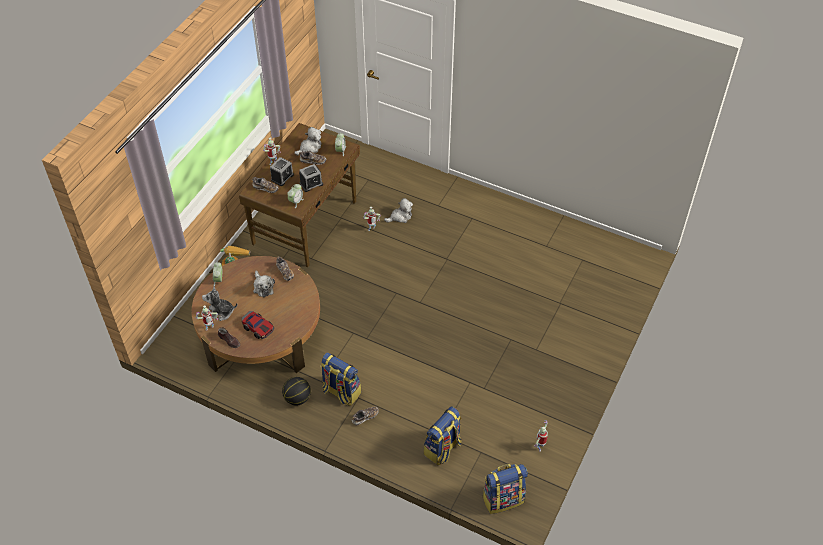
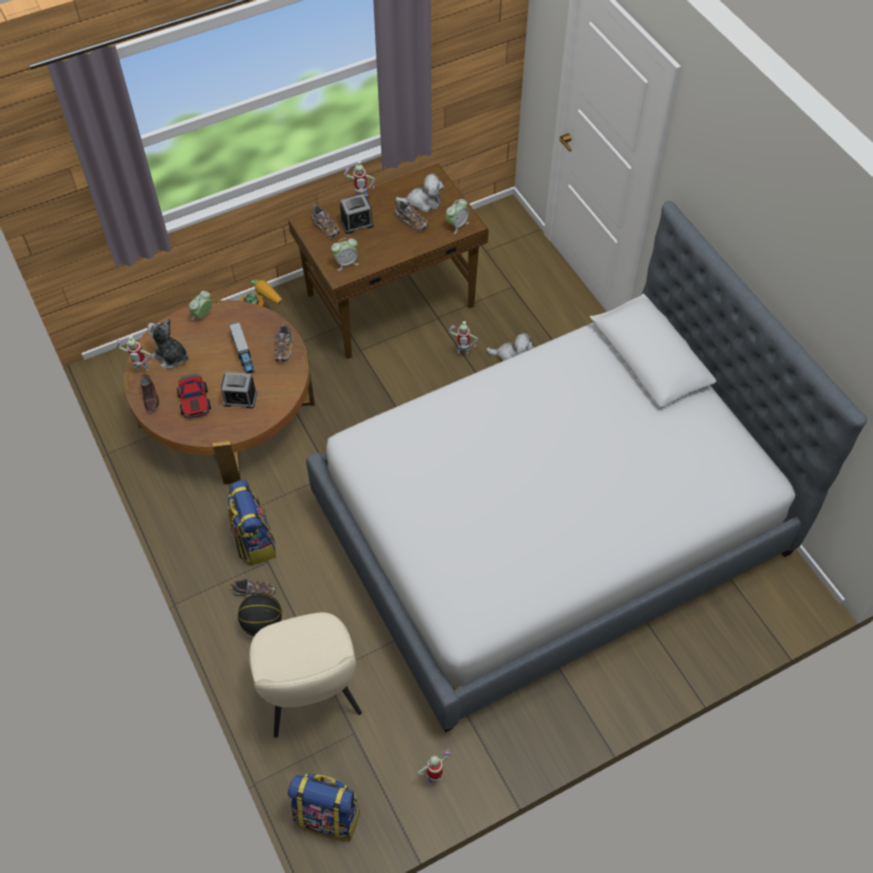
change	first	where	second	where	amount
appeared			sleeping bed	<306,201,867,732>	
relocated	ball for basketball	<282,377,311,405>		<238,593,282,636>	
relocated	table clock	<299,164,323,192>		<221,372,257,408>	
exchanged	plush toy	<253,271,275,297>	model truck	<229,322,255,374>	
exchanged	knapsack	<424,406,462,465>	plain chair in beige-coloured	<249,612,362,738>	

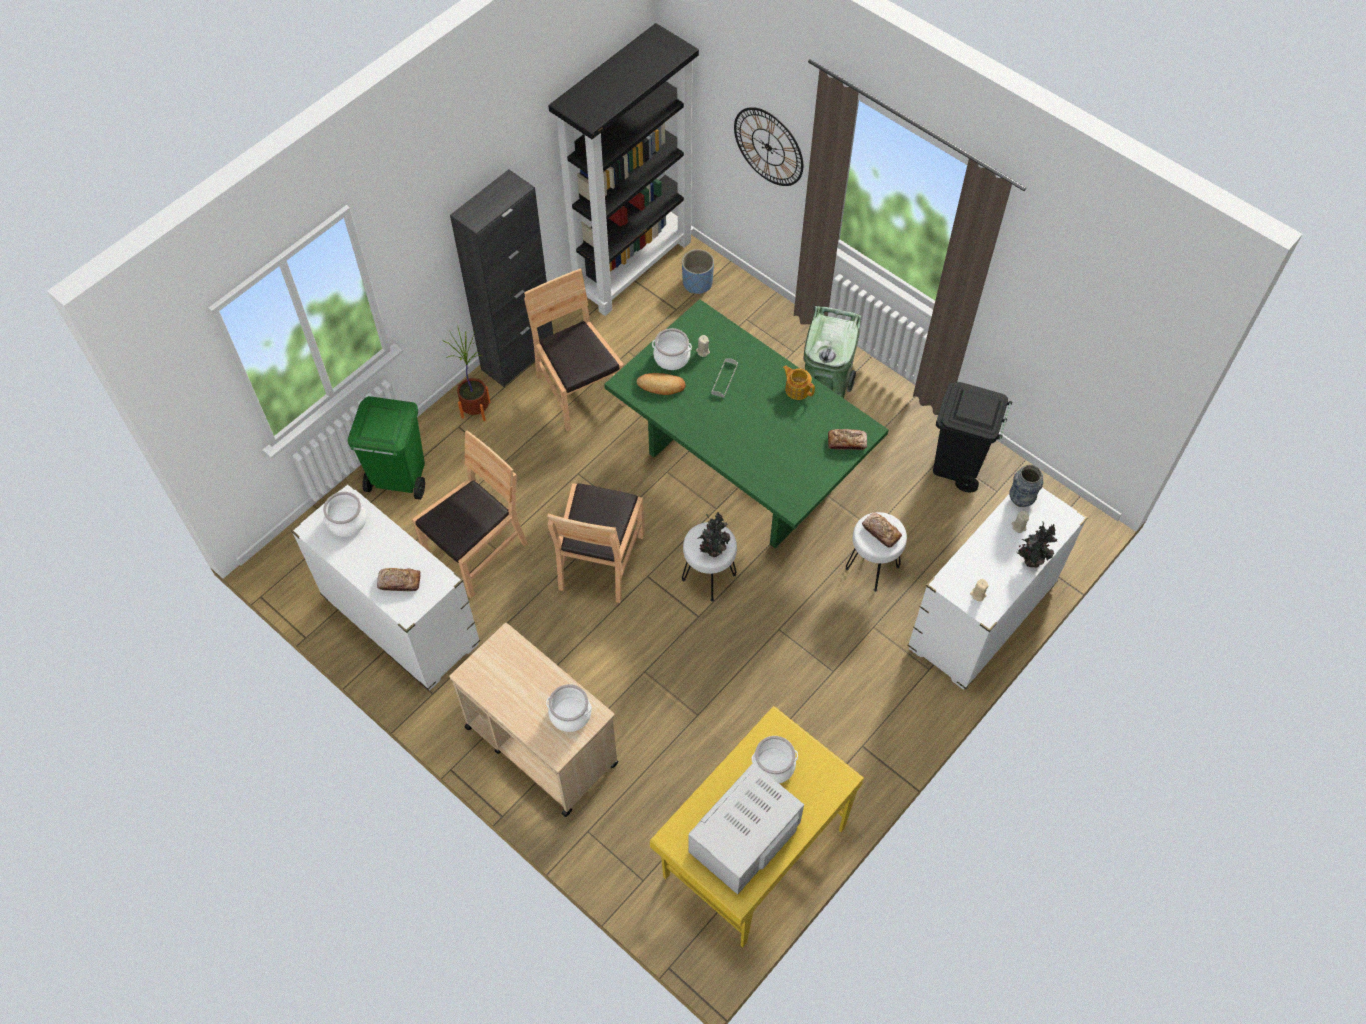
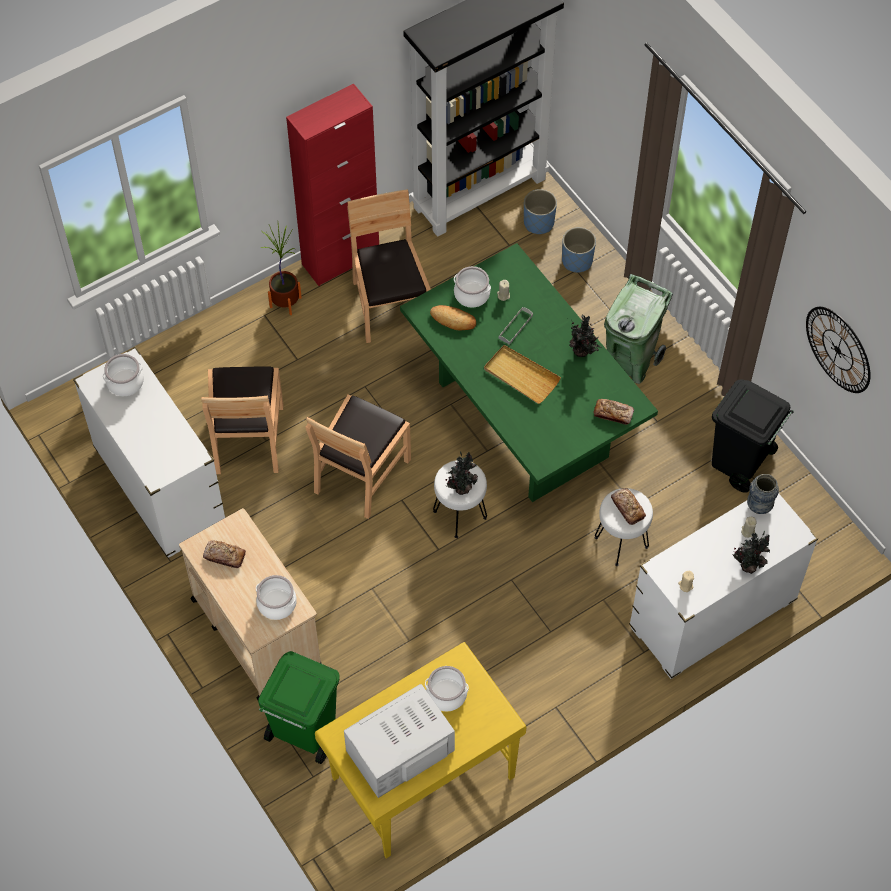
change	first	where	second	where	amount
appeared			serving tray in beige-coloured	<484,345,561,404>	
appeared			planter in blue-coloured	<562,227,596,272>	
relocated	trash can in green-coloured	<348,396,425,500>		<258,651,340,764>	
relocated	baked bread	<377,568,421,591>		<203,540,246,568>	
relocated	wall clock	<734,107,803,186>		<806,307,871,393>	
exchanged	tea pot	<783,365,815,400>	potted plant	<569,315,601,357>	
colour	cupboard in blackish	<450,169,553,387>	cupboard in reddish	<286,83,379,286>	
spun	plain chair in brownish	<412,431,528,598>		<201,367,284,474>	120 degrees clockwise

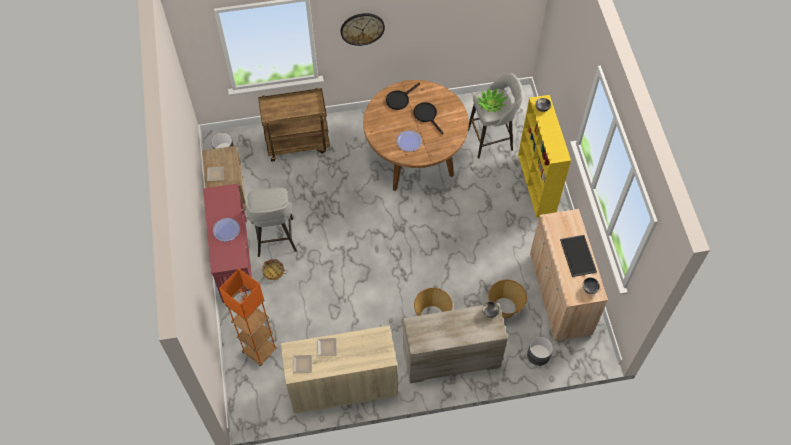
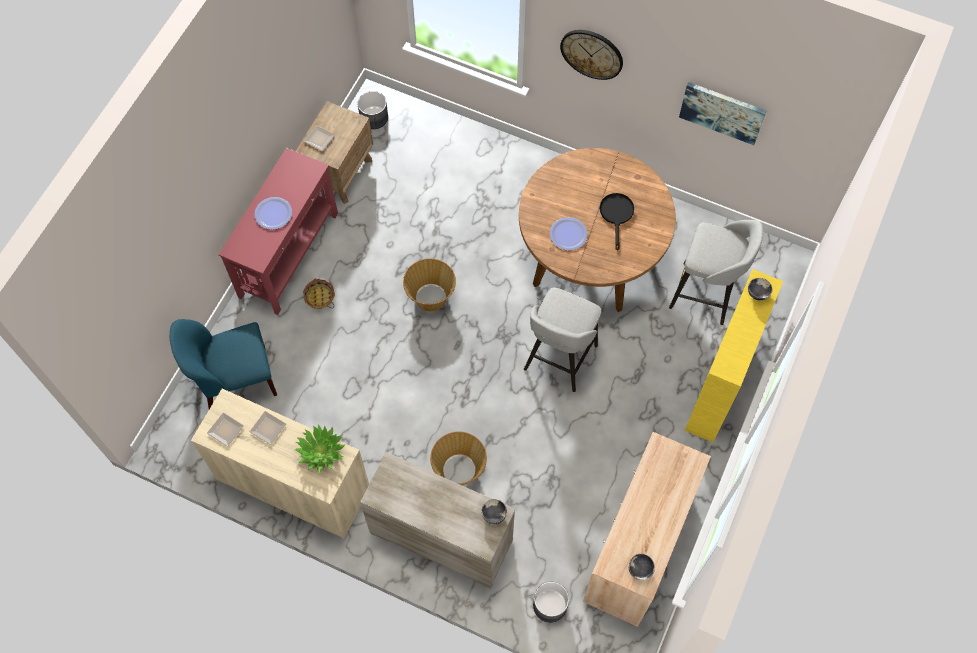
change	first	where	second	where	amount
missing	trolley in brownish	<258,88,330,162>			
missing	frying pan in blackish	<386,83,420,110>			
missing	serving tray	<560,235,597,277>			
appeared			wall picture	<679,82,766,145>	
relocated	stool in greyish	<246,187,297,257>		<524,288,601,392>	
relocated	potted plant	<477,87,507,112>		<295,424,346,473>	
relocated	basket	<488,280,527,318>		<403,258,456,311>	
exchanged	standard lamp in orange	<219,268,277,366>	plain chair in blue-coloured	<170,319,277,409>	

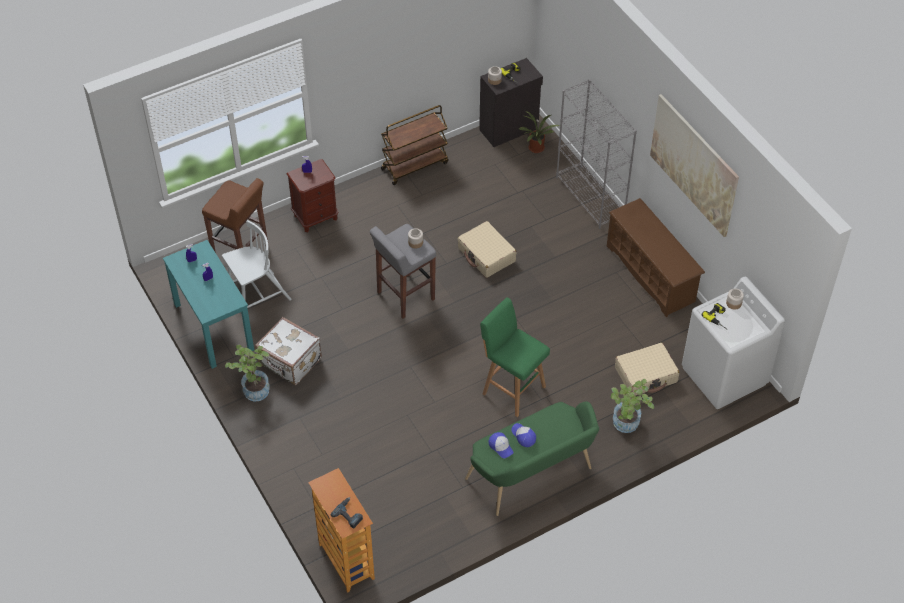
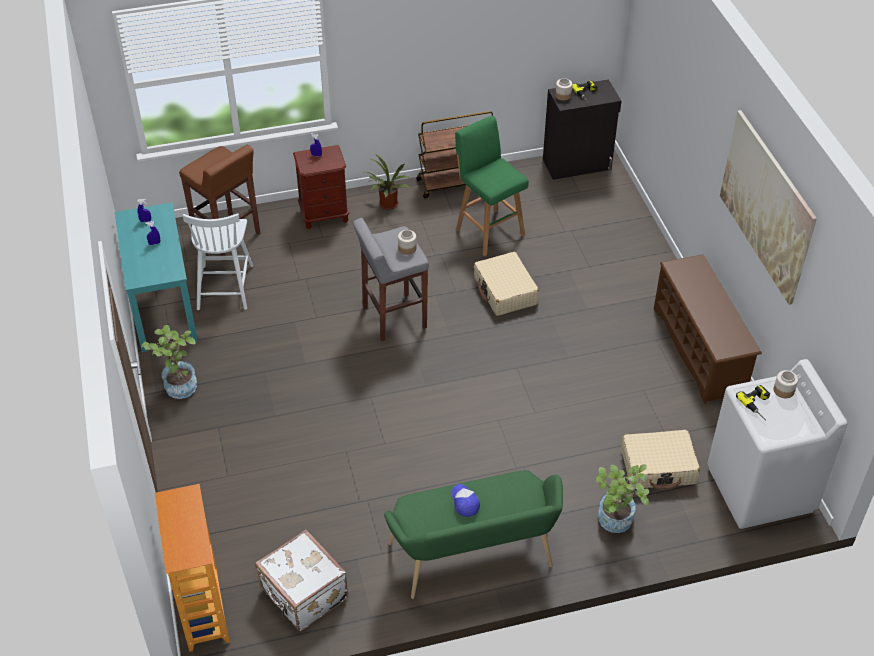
change	first	where	second	where	amount
missing	power drill	<331,497,363,529>			
missing	baseball cap	<489,432,513,458>			
missing	shelving unit in greyish	<556,79,637,229>			
relocated	piece of luggage in white-coloured	<255,317,322,385>		<255,530,348,631>	
relocated	stool in green-coloured	<480,297,550,417>		<455,116,529,256>	
relocated	potted plant	<519,111,560,153>		<362,154,410,210>	
spun	plain chair in white-coloured	<222,220,292,308>		<183,213,253,310>	105 degrees clockwise

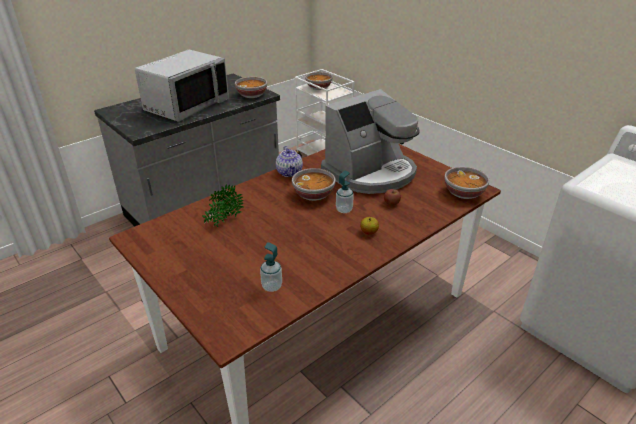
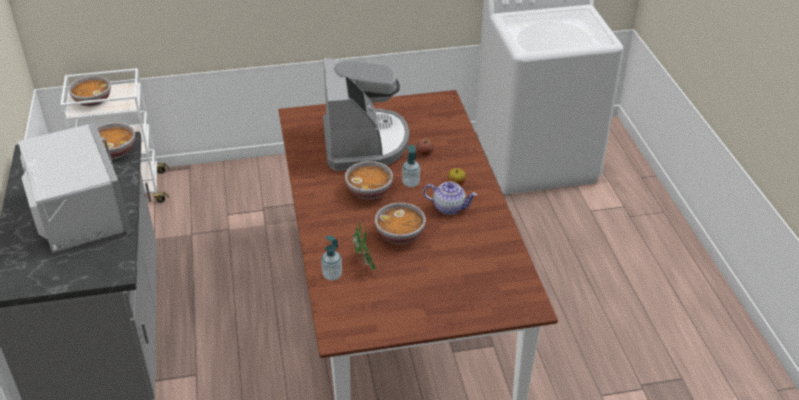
change	first	where	second	where	amount
relocated	liquid soap bottle	<260,242,282,292>		<321,235,342,281>	
relocated	tea pot	<276,146,303,177>		<423,182,477,215>	
relocated	deep dish	<445,167,490,199>		<375,203,426,244>	

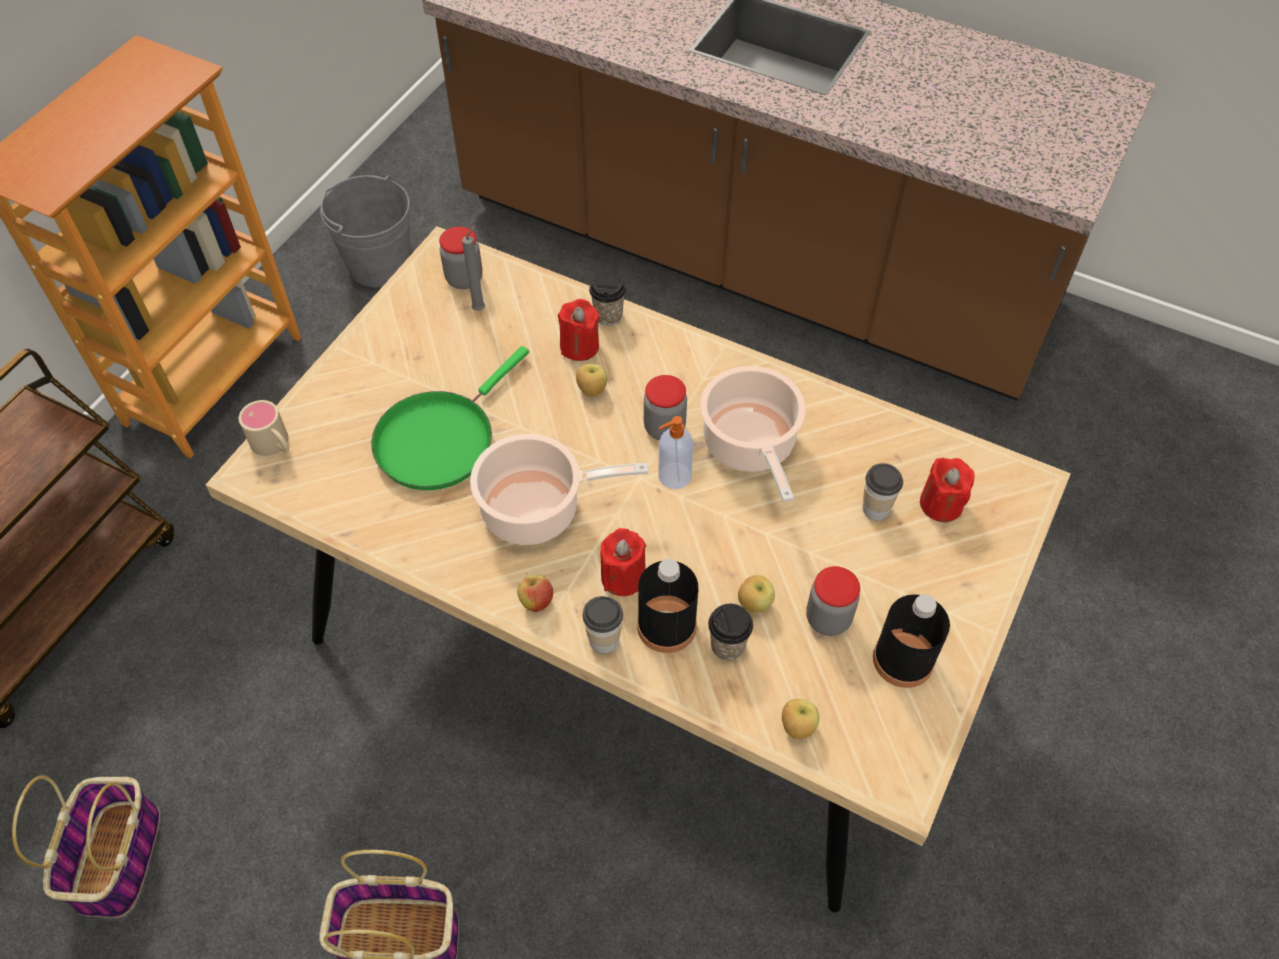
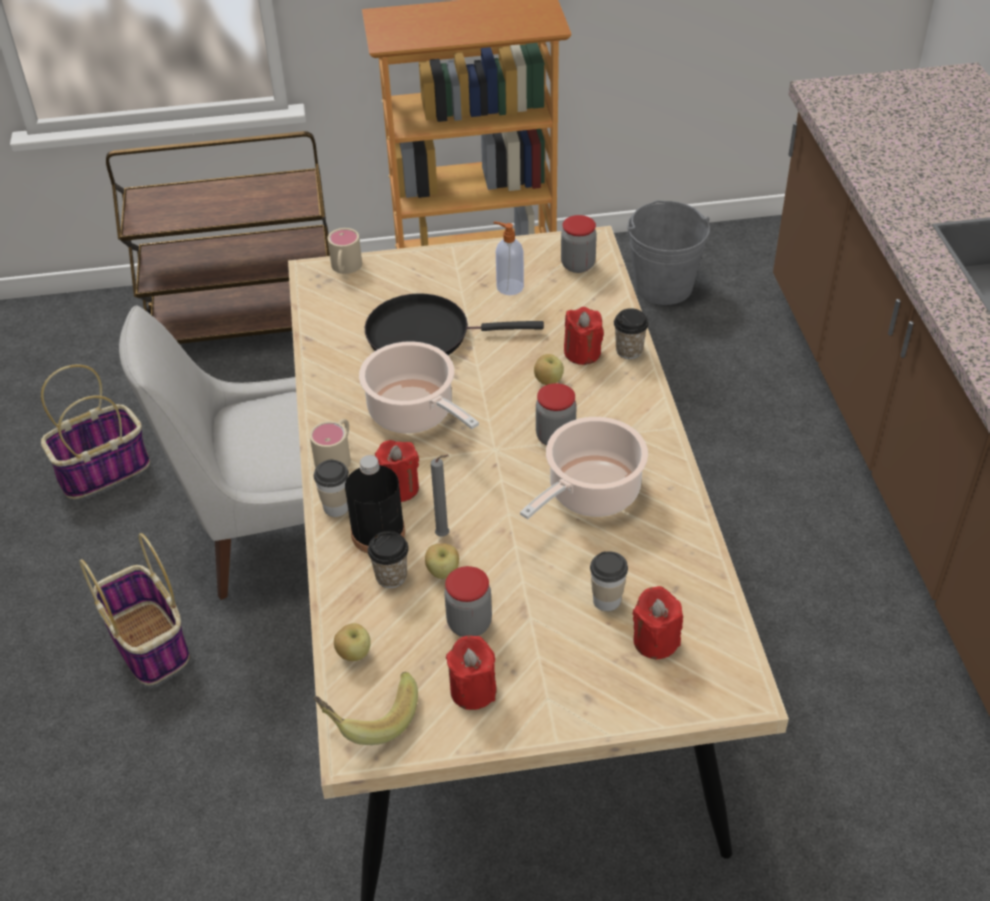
change	first	where	second	where	amount
appeared			plain chair in white-coloured	<119,306,305,600>	
appeared			whole banana	<313,671,418,745>	
relocated	candle in greyish	<462,226,485,311>		<431,455,449,537>	
relocated	liquid soap bottle	<658,416,694,489>		<493,222,524,295>	
exchanged	apple fruit	<517,573,553,612>	mug in beige-coloured	<310,419,351,468>	
exchanged	beverage bottle in blackish	<873,594,950,688>	candle in reddish	<446,635,497,710>	
colour	frying pan in green-coloured	<371,346,529,490>	frying pan in blackish	<365,293,544,355>	

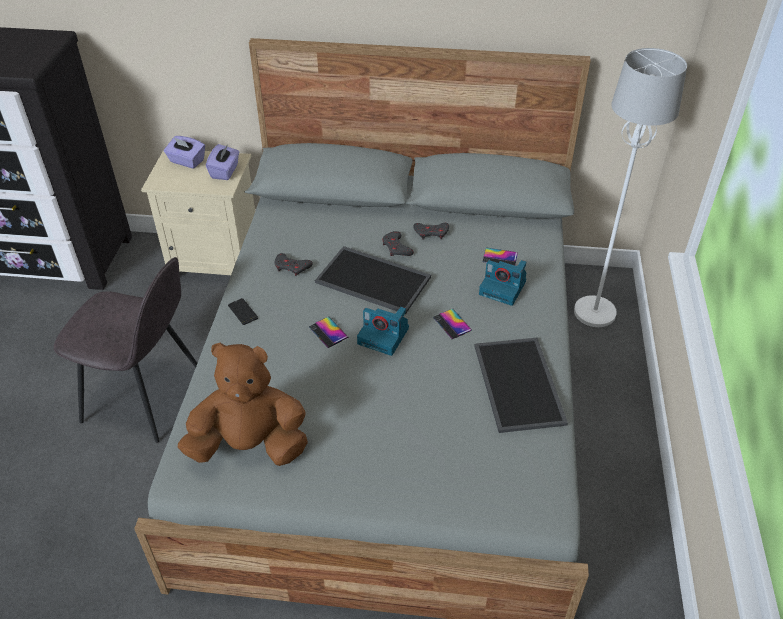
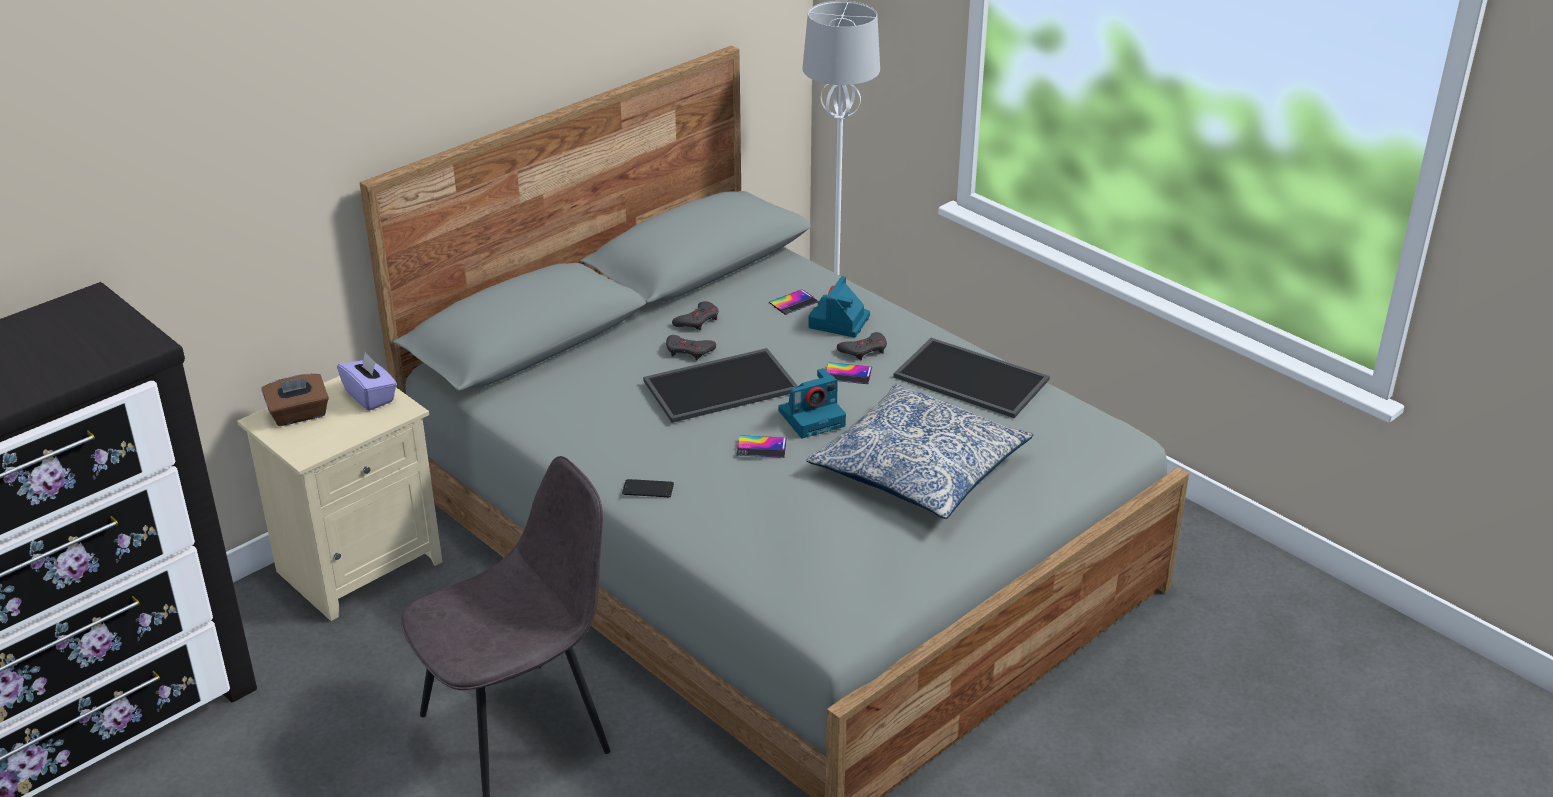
change	first	where	second	where	amount
missing	plush toy in brownish	<178,343,308,466>			
appeared			pillow	<806,384,1033,519>	
relocated	gamepad in greyish	<275,253,313,276>		<837,332,887,360>	
colour	tissue holder in purplish	<164,136,205,169>	tissue holder in brownish	<261,374,329,426>	
spun	still camera	<479,260,526,306>		<808,276,870,338>	135 degrees clockwise

